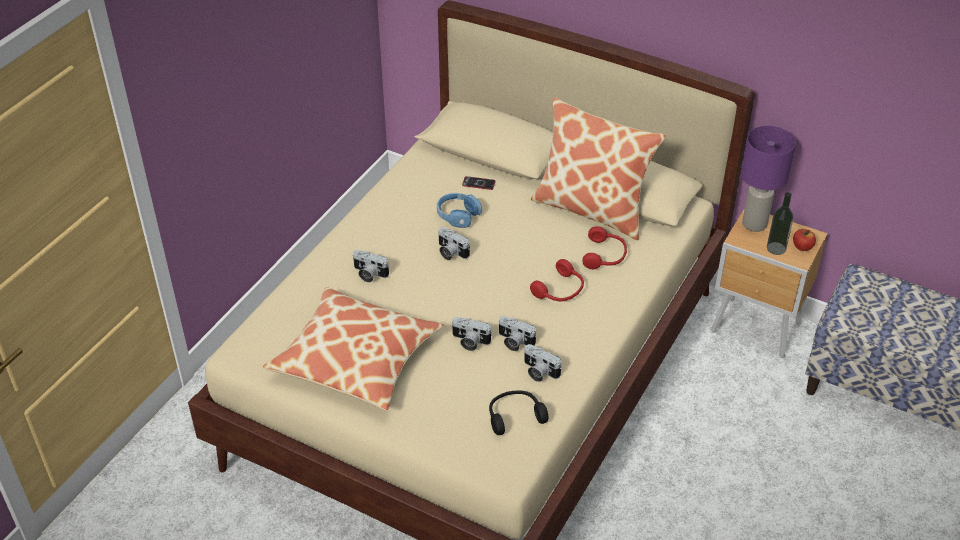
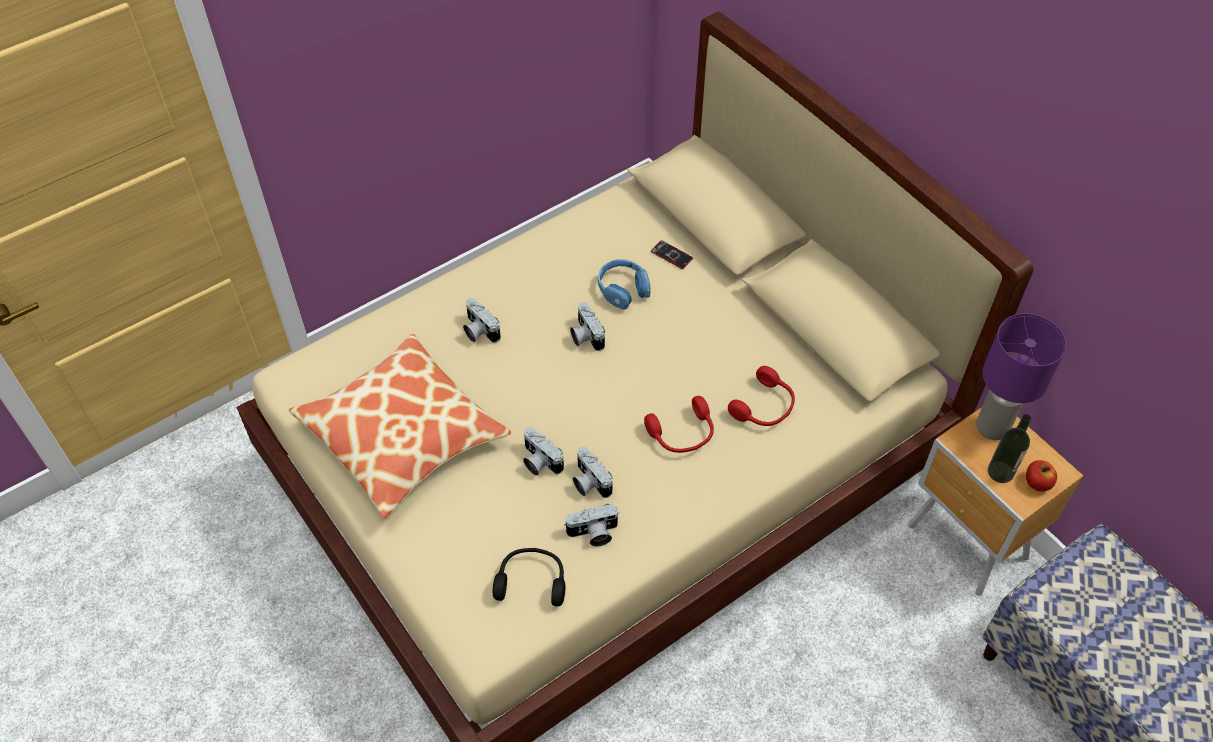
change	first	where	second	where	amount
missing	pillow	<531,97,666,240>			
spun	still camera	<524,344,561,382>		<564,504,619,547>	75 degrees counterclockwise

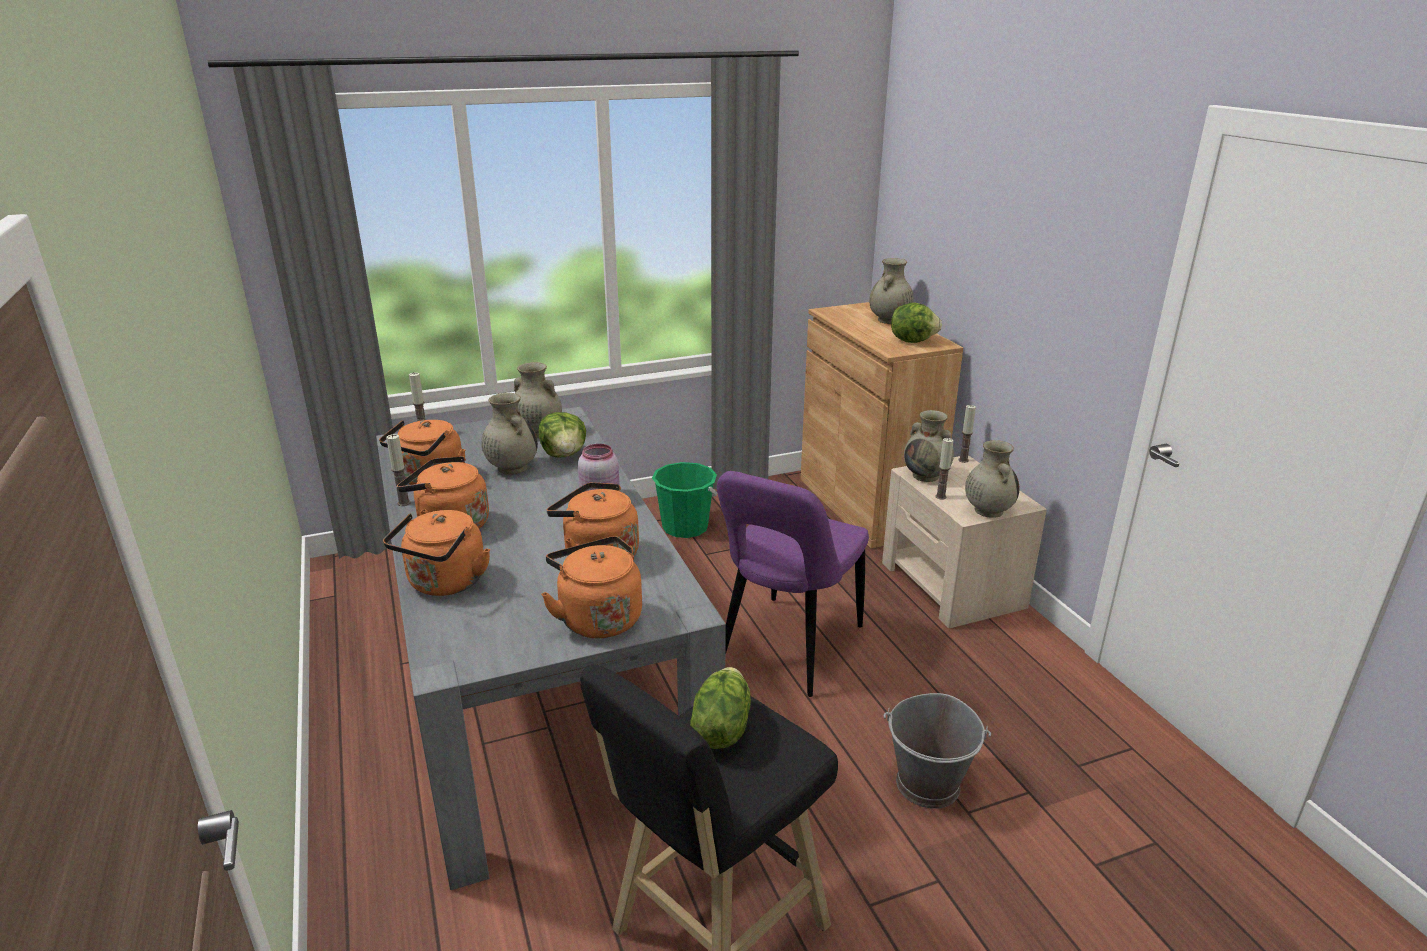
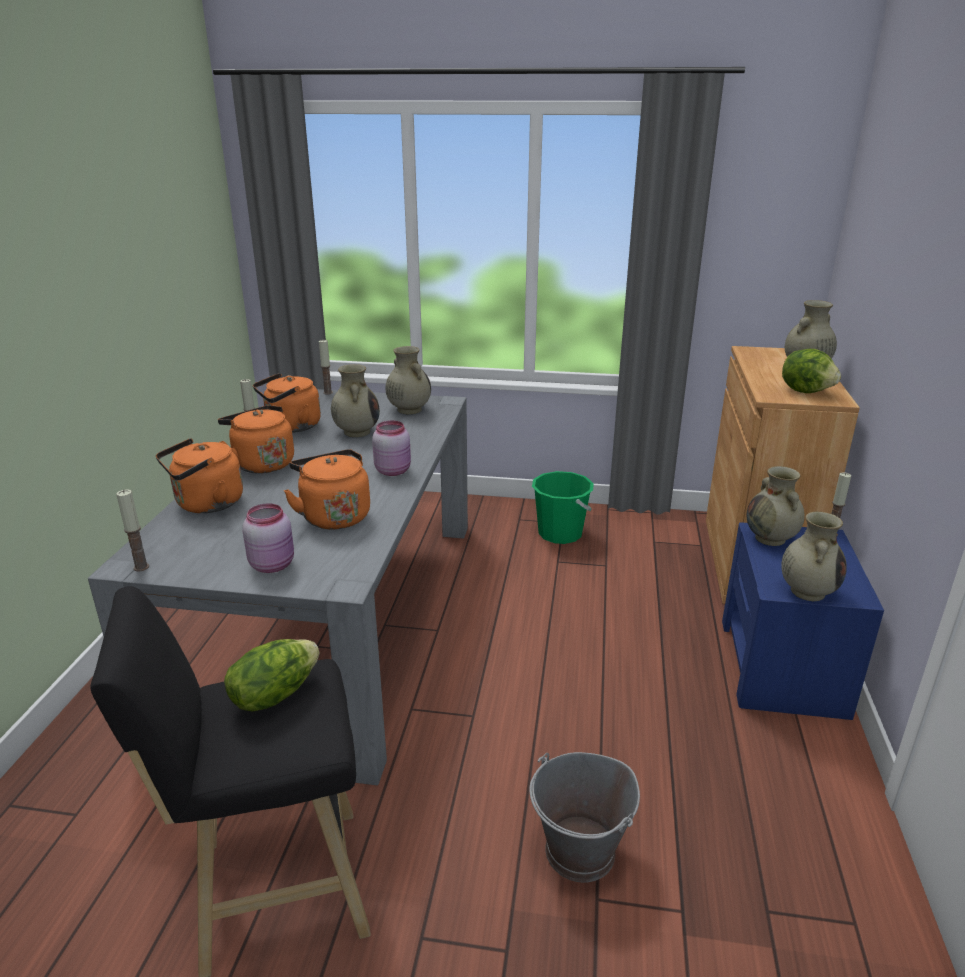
change	first	where	second	where	amount
missing	head of lettuce	<539,412,586,457>			
missing	plain chair in purplish	<717,471,869,697>			
relocated	candle	<935,438,953,500>		<116,489,149,571>	
exchanged	water kettle in orange	<541,536,642,638>	jar in pink	<242,503,294,573>	
colour	night table in beige-coloured	<882,455,1047,628>	night table in blue-coloured	<722,523,884,720>	

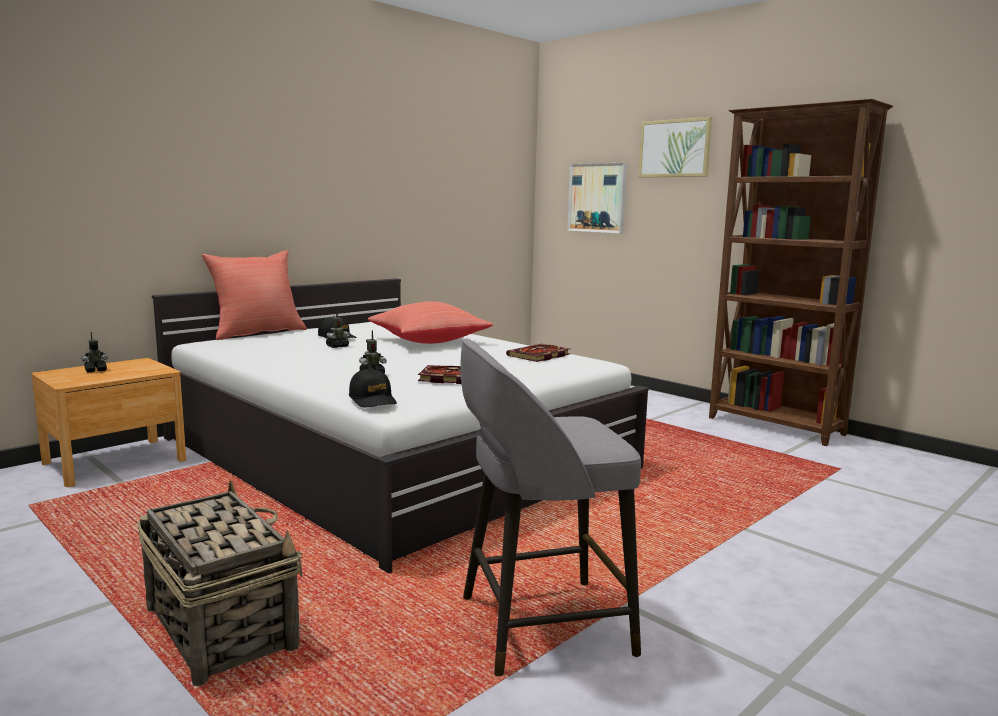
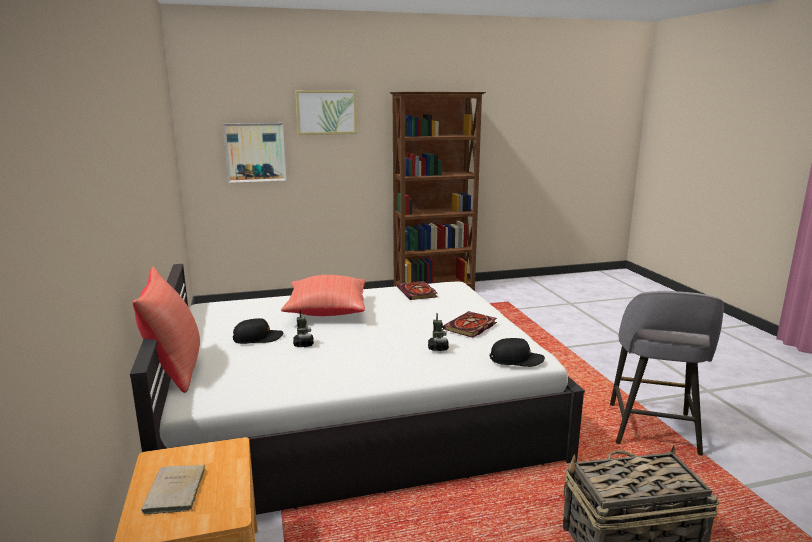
change	first	where	second	where	amount
exchanged	robot figure	<81,332,108,373>	bound book in beige-coloured	<141,465,206,514>	

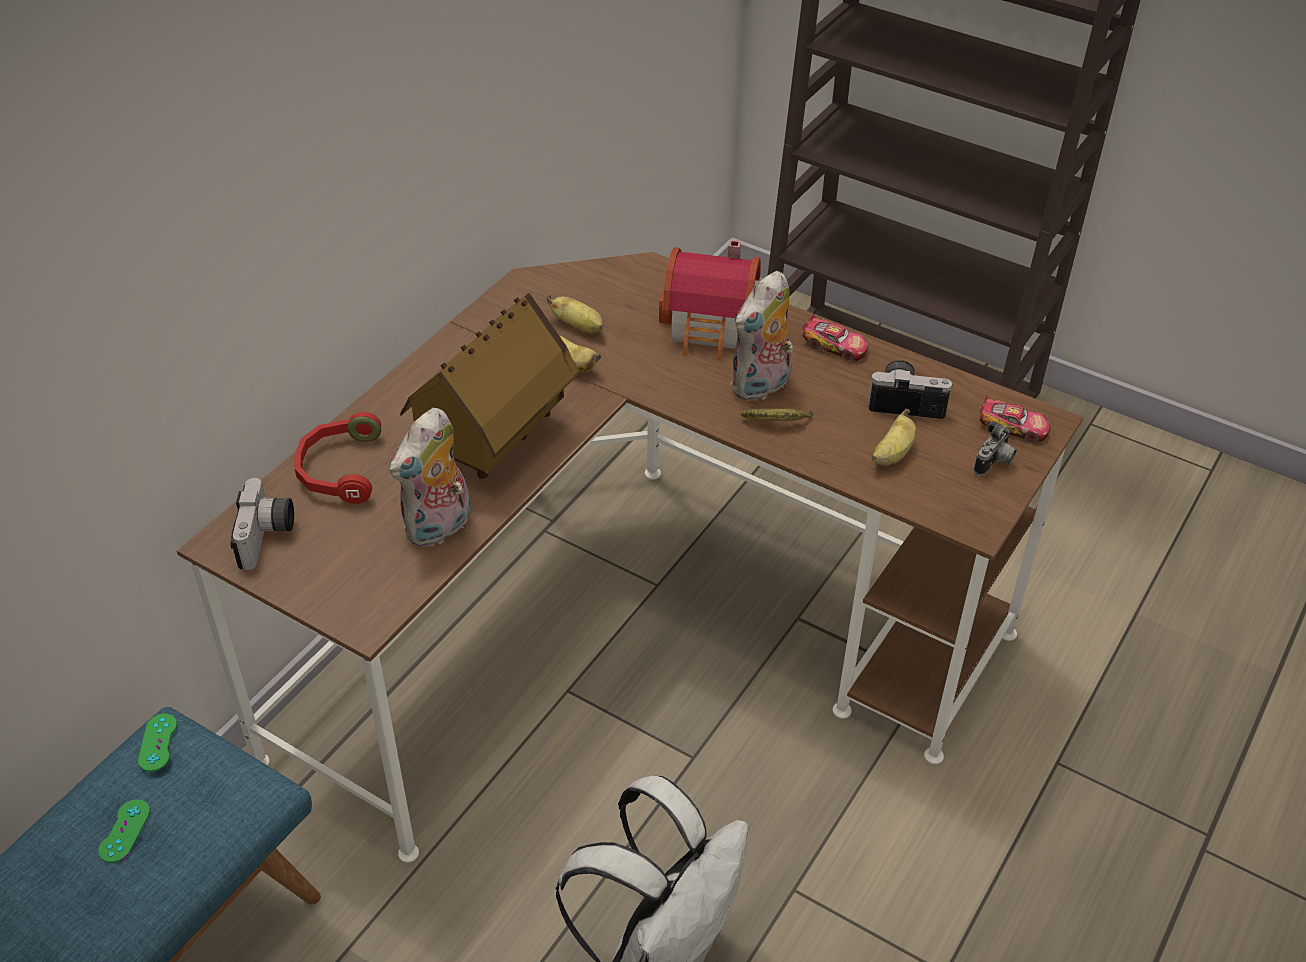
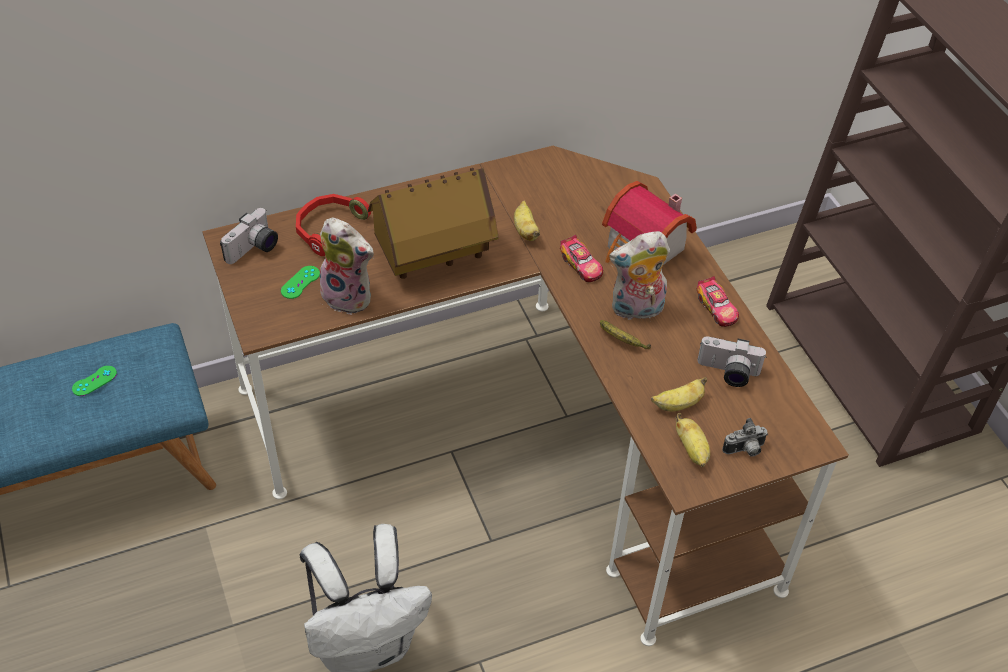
change	first	where	second	where	amount
relocated	gamepad in green-coloured	<138,713,177,772>		<281,266,320,299>	
relocated	whole banana	<547,294,604,333>		<675,413,710,467>	
relocated	toy car	<979,395,1050,442>		<560,235,603,282>	
spun	plush toy	<390,408,471,547>		<314,218,375,315>	135 degrees counterclockwise
spun	still camera	<868,360,953,419>		<697,336,766,387>	150 degrees clockwise

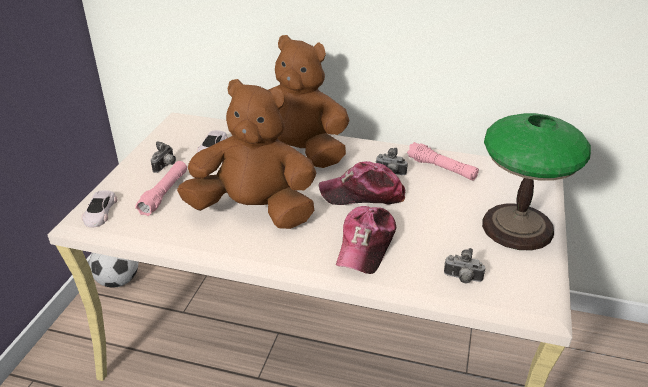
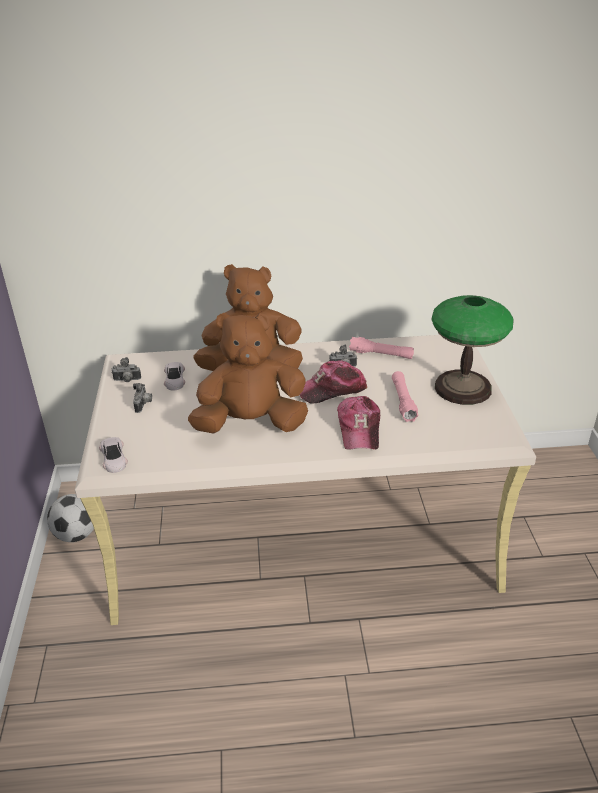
change	first	where	second	where	amount
relocated	torch in pink	<135,161,187,216>		<392,371,418,422>	
relocated	still camera	<444,248,485,283>		<111,357,141,382>	

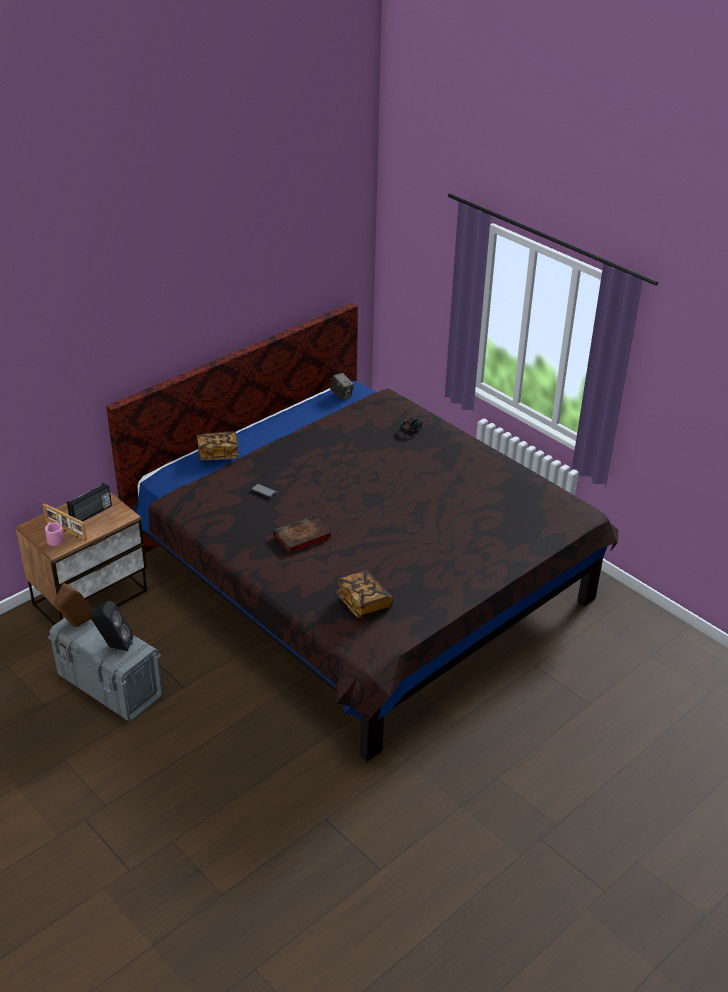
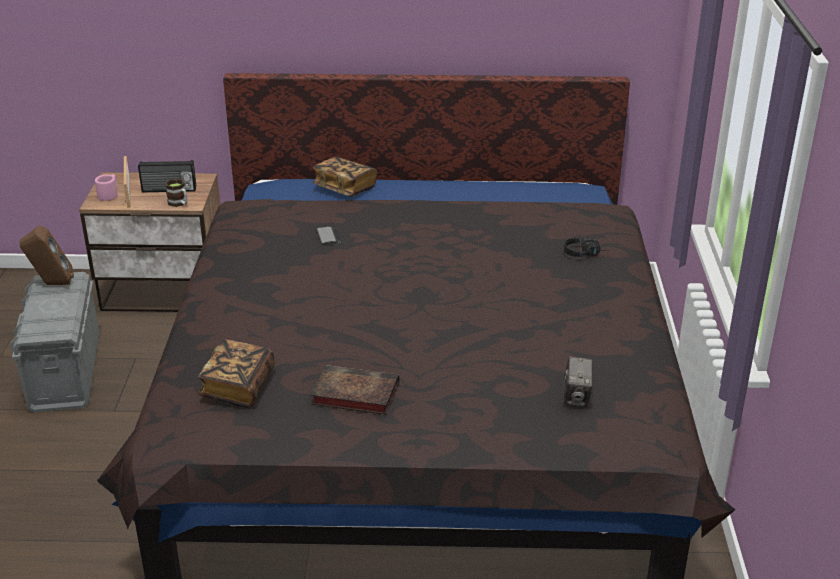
change	first	where	second	where	amount
missing	loudspeaker in blackish	<90,601,133,651>			
appeared			mug	<165,178,187,207>	
relocated	bound book	<273,515,332,554>		<310,365,399,415>	
relocated	still camera	<330,373,354,400>		<564,357,593,407>	

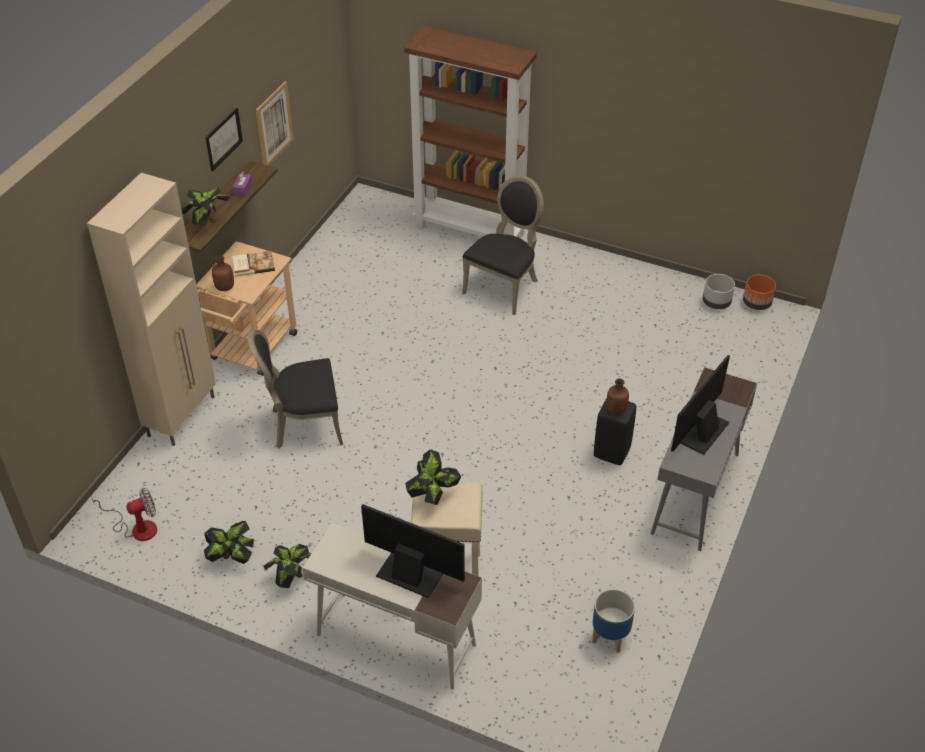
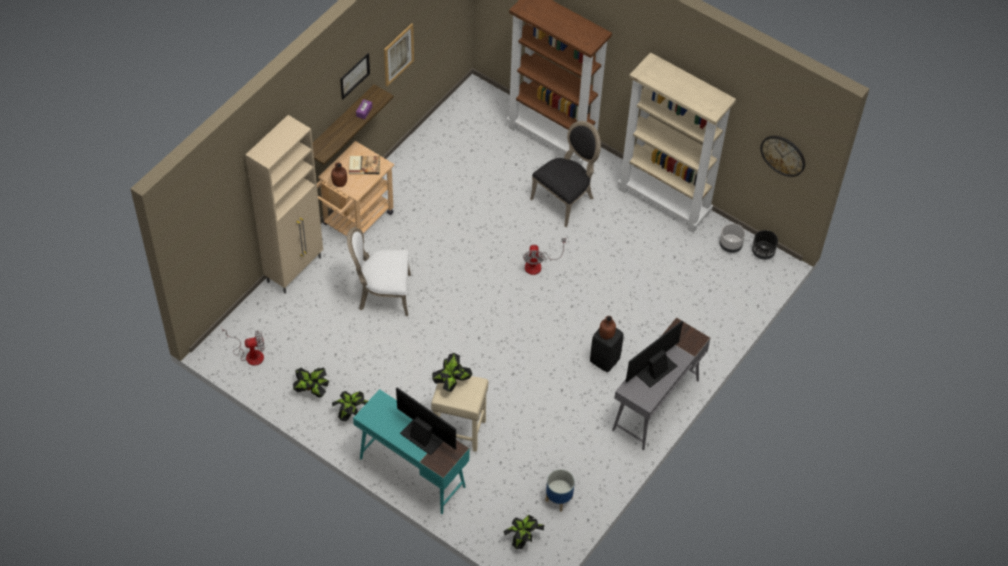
change	first	where	second	where	amount
appeared			electric fan	<523,238,566,275>	
appeared			shelving unit in beige-coloured	<618,52,736,233>	
appeared			wall clock	<760,136,805,177>	
relocated	potted plant	<181,187,230,226>		<503,515,544,549>	
colour	plain chair in blackish	<247,330,343,449>	plain chair in white-coloured	<347,227,411,316>	
colour	desk table in white-coloured	<302,523,482,690>	desk table in turquoise-coloured	<353,389,470,514>	
colour	planter in orange	<743,275,776,310>	planter in blackish	<752,230,778,260>	

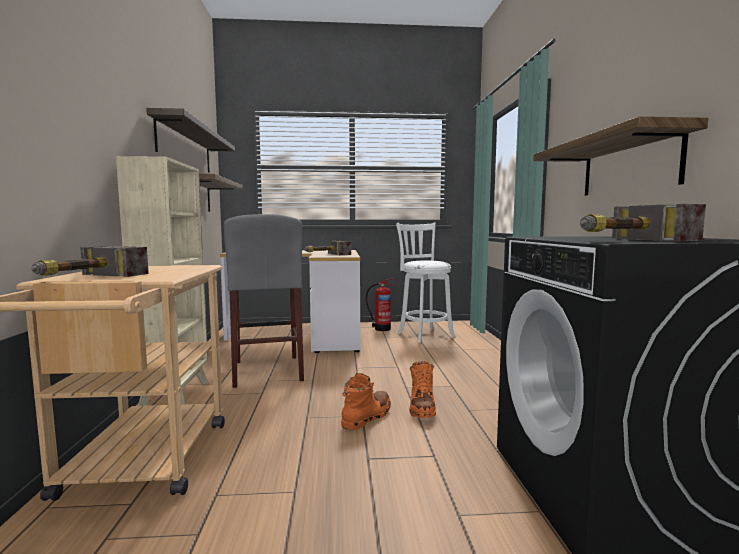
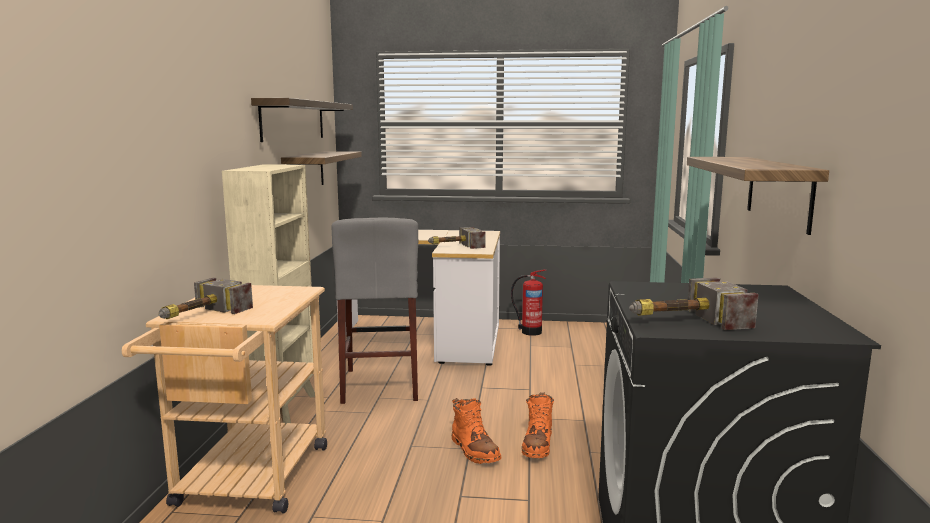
change	first	where	second	where	amount
missing	stool in white-coloured	<396,223,455,343>			
spun	boot in orange	<341,373,391,430>		<452,398,501,464>	105 degrees clockwise

